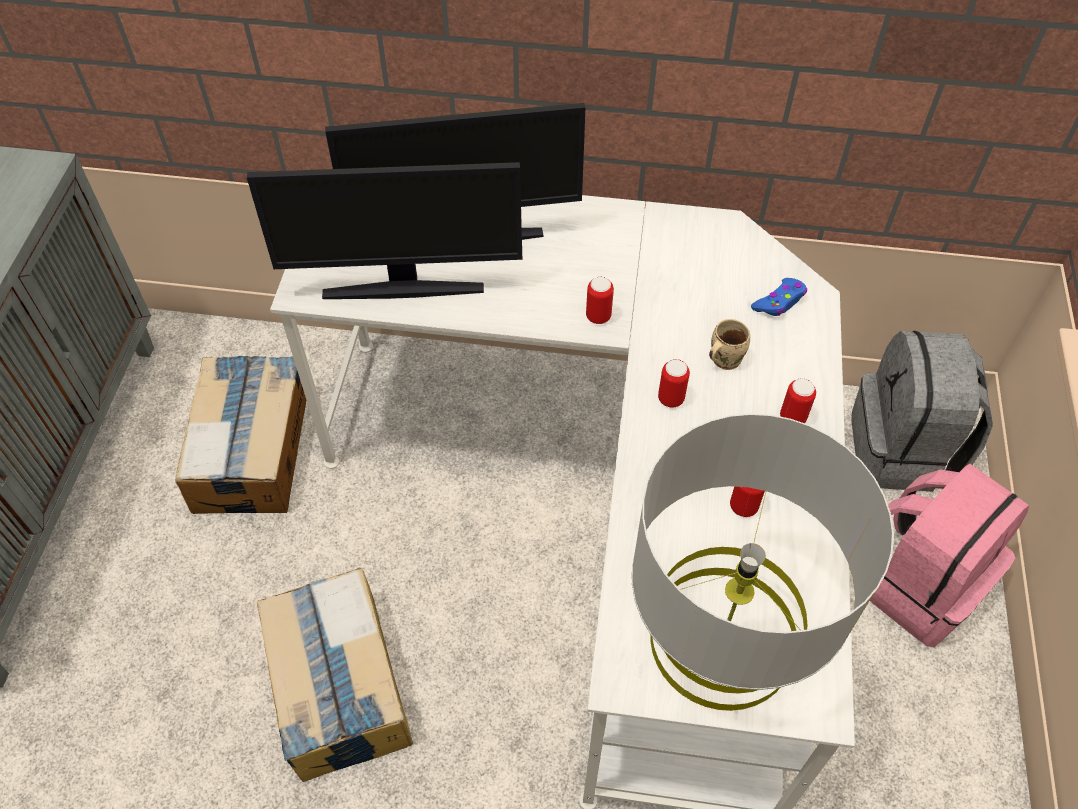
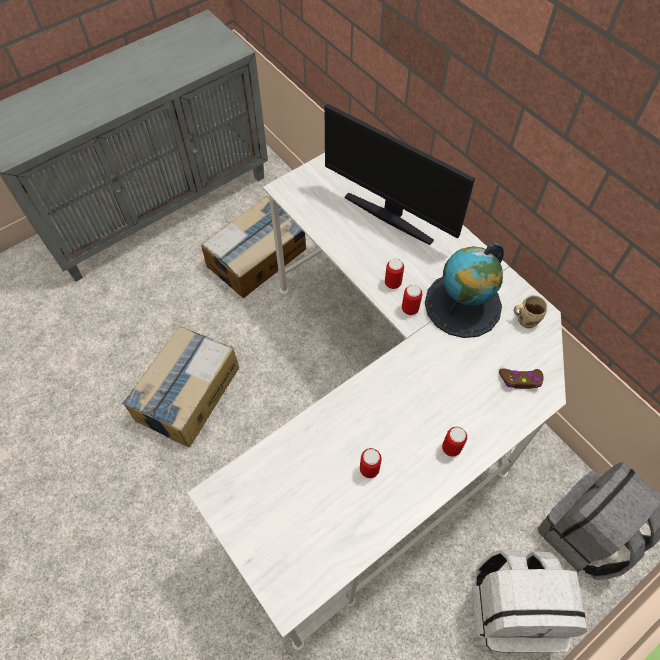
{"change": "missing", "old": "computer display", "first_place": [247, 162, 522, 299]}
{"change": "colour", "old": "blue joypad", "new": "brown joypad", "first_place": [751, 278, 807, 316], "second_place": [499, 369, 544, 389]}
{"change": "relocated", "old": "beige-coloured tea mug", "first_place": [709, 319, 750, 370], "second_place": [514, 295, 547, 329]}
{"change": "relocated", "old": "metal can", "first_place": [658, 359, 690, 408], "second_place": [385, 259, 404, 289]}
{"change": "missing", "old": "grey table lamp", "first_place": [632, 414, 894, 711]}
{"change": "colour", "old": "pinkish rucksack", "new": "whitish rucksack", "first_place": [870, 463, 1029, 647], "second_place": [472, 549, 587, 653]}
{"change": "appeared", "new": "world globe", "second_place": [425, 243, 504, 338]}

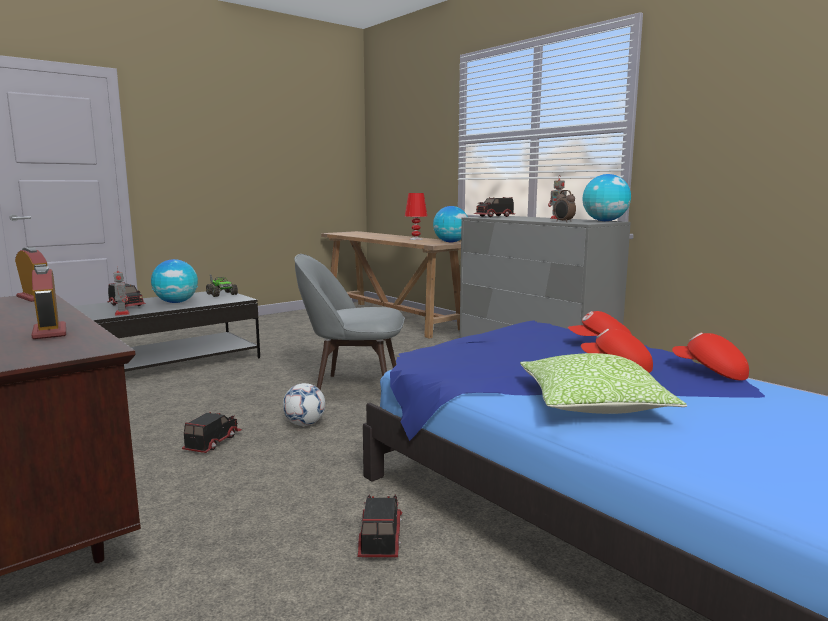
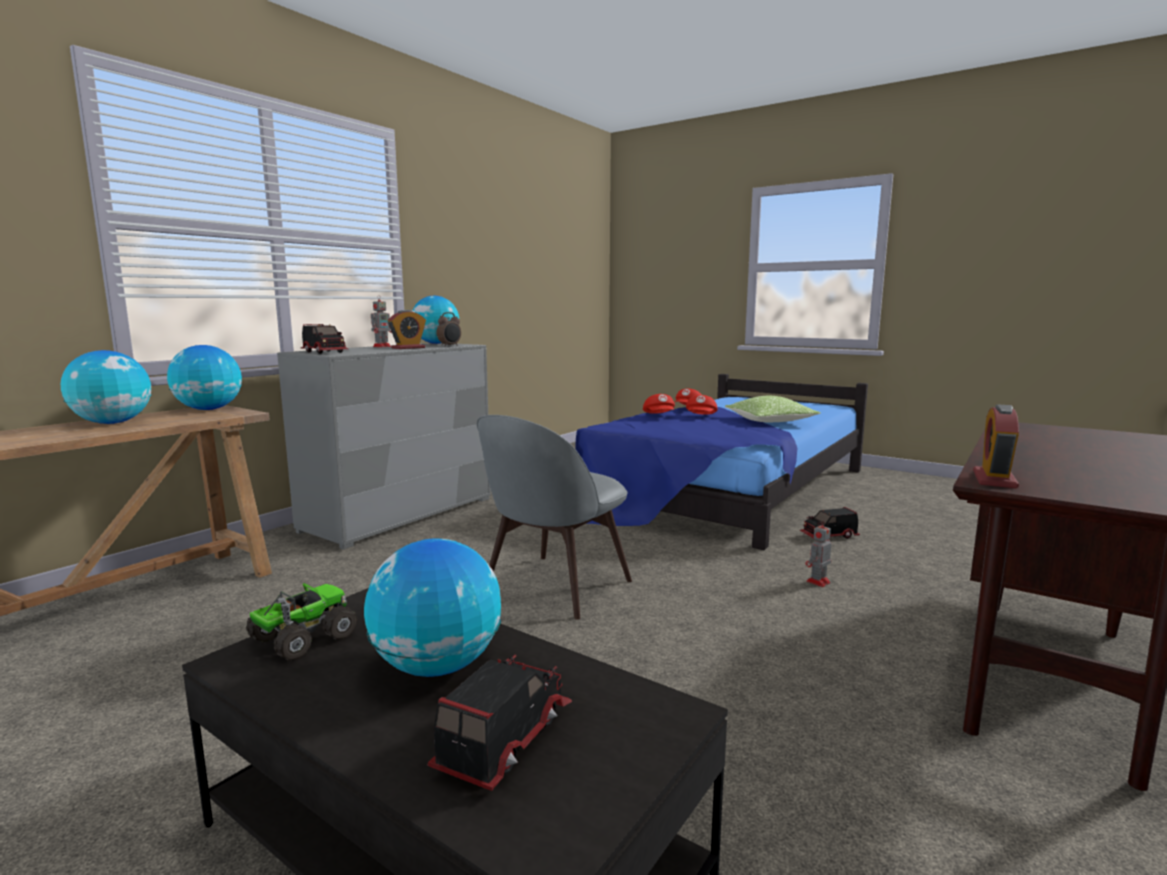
{"change": "exchanged", "old": "reddish table lamp", "new": "world globe", "first_place": [405, 193, 427, 240], "second_place": [61, 350, 151, 424]}
{"change": "spun", "old": "grey chair", "first_place": [294, 254, 405, 390], "second_place": [477, 415, 632, 620], "degrees": 45}
{"change": "relocated", "old": "alarm clock", "first_place": [31, 266, 66, 339], "second_place": [388, 310, 426, 349]}
{"change": "relocated", "old": "model robot", "first_place": [114, 267, 130, 316], "second_place": [806, 520, 831, 587]}
{"change": "missing", "old": "ball for football", "first_place": [283, 383, 325, 426]}
{"change": "missing", "old": "toy lorry", "first_place": [182, 412, 242, 453]}

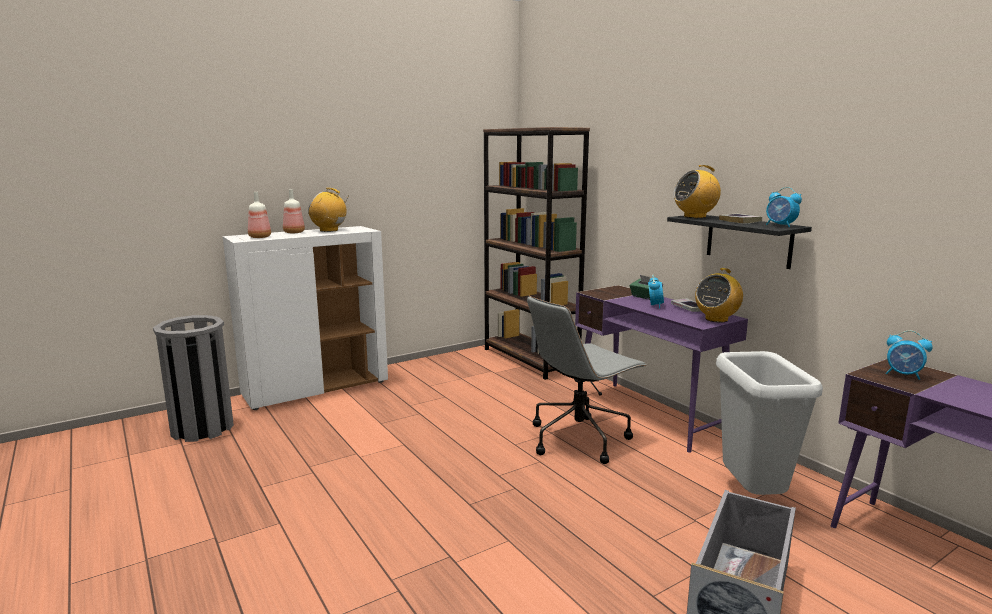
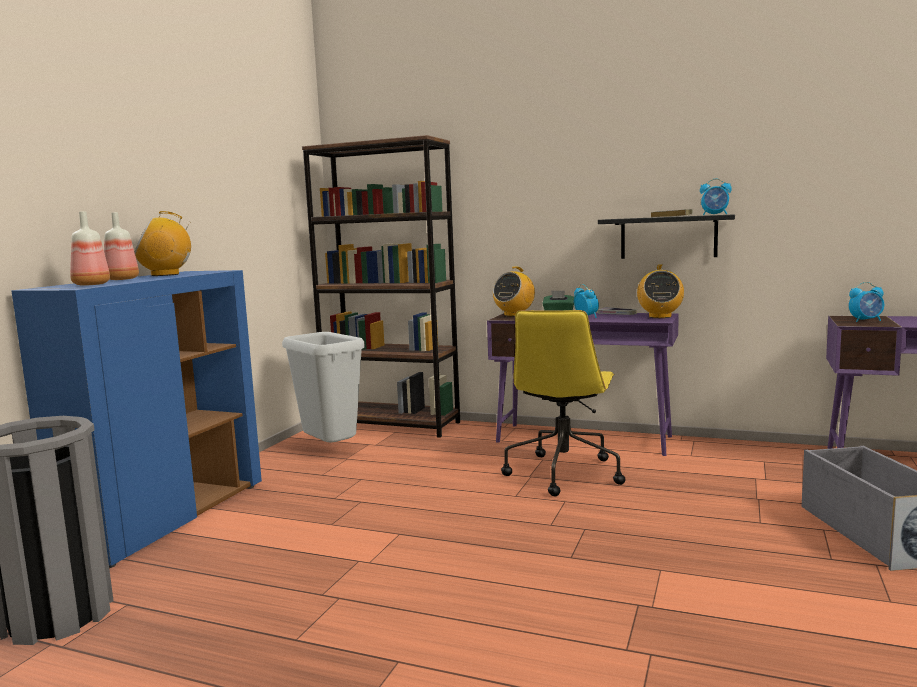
{"change": "relocated", "old": "radio receiver", "first_place": [673, 165, 721, 218], "second_place": [493, 267, 535, 317]}
{"change": "colour", "old": "whitish cabinet", "new": "blue cabinet", "first_place": [223, 226, 388, 410], "second_place": [11, 270, 262, 568]}
{"change": "colour", "old": "grey office chair", "new": "yellowish office chair", "first_place": [527, 296, 646, 464], "second_place": [501, 310, 625, 496]}
{"change": "relocated", "old": "grey trash can", "first_place": [716, 351, 823, 495], "second_place": [282, 332, 365, 442]}

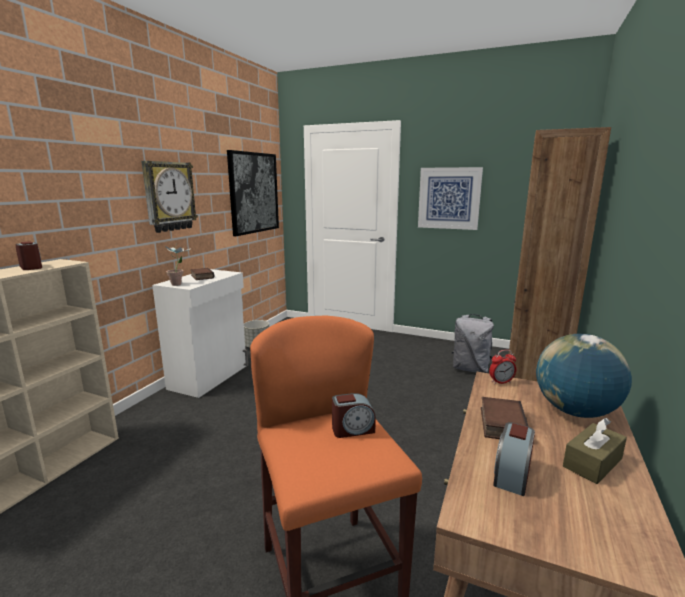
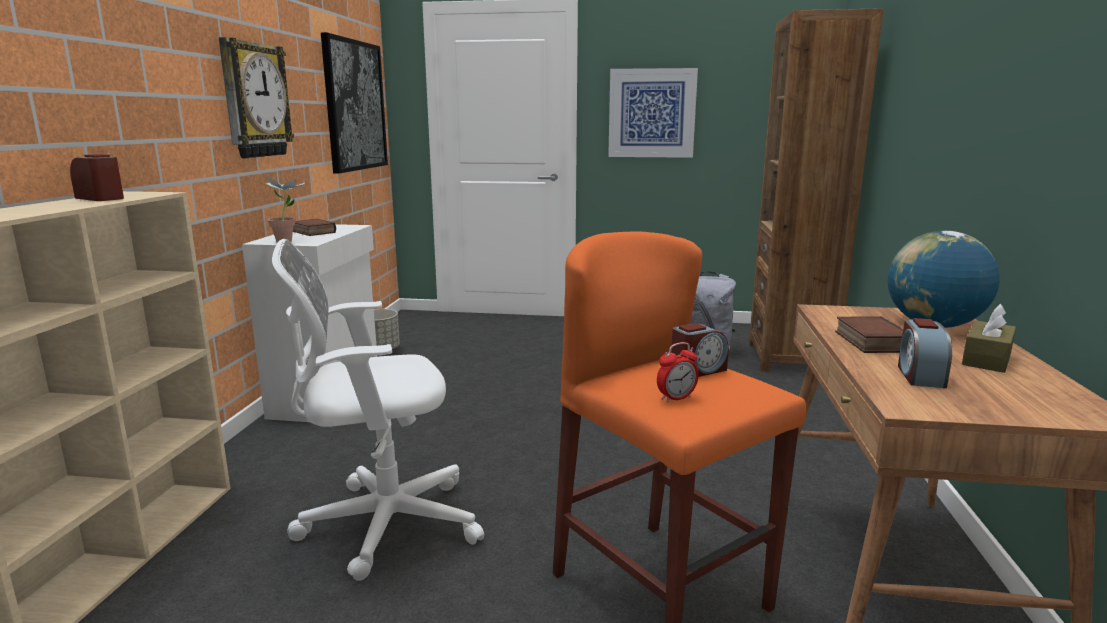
{"change": "relocated", "old": "alarm clock", "first_place": [489, 350, 516, 384], "second_place": [657, 342, 699, 403]}
{"change": "appeared", "new": "whitish office chair", "second_place": [272, 239, 484, 581]}

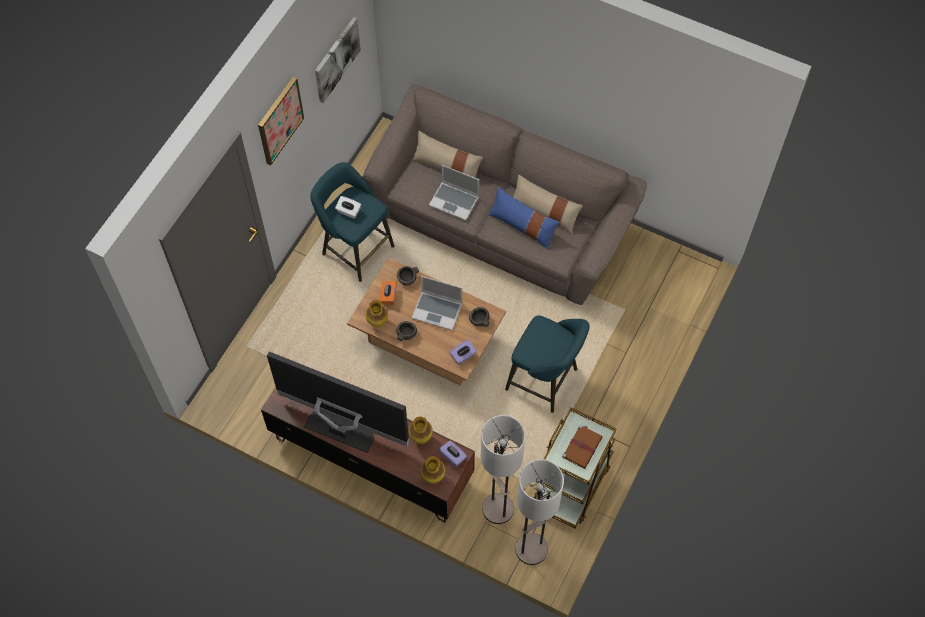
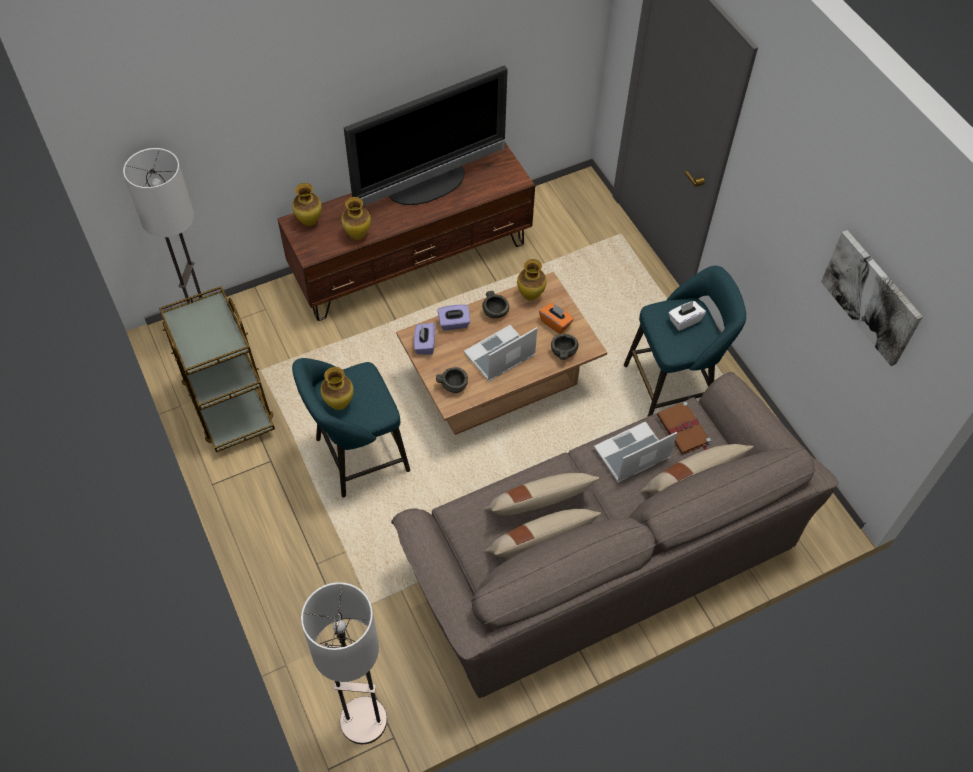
{"change": "missing", "old": "wall picture", "first_place": [258, 77, 304, 165]}
{"change": "colour", "old": "blue throw pillow", "new": "beige-coloured throw pillow", "first_place": [488, 187, 560, 249], "second_place": [484, 473, 599, 516]}
{"change": "relocated", "old": "standard lamp", "first_place": [481, 415, 525, 524], "second_place": [301, 582, 387, 744]}
{"change": "relocated", "old": "brown volume", "first_place": [562, 425, 603, 469], "second_place": [657, 401, 711, 455]}
{"change": "relocated", "old": "purple-coloured tissue holder", "first_place": [439, 441, 467, 467], "second_place": [437, 304, 471, 330]}
{"change": "appeared", "new": "vase", "second_place": [320, 367, 354, 410]}

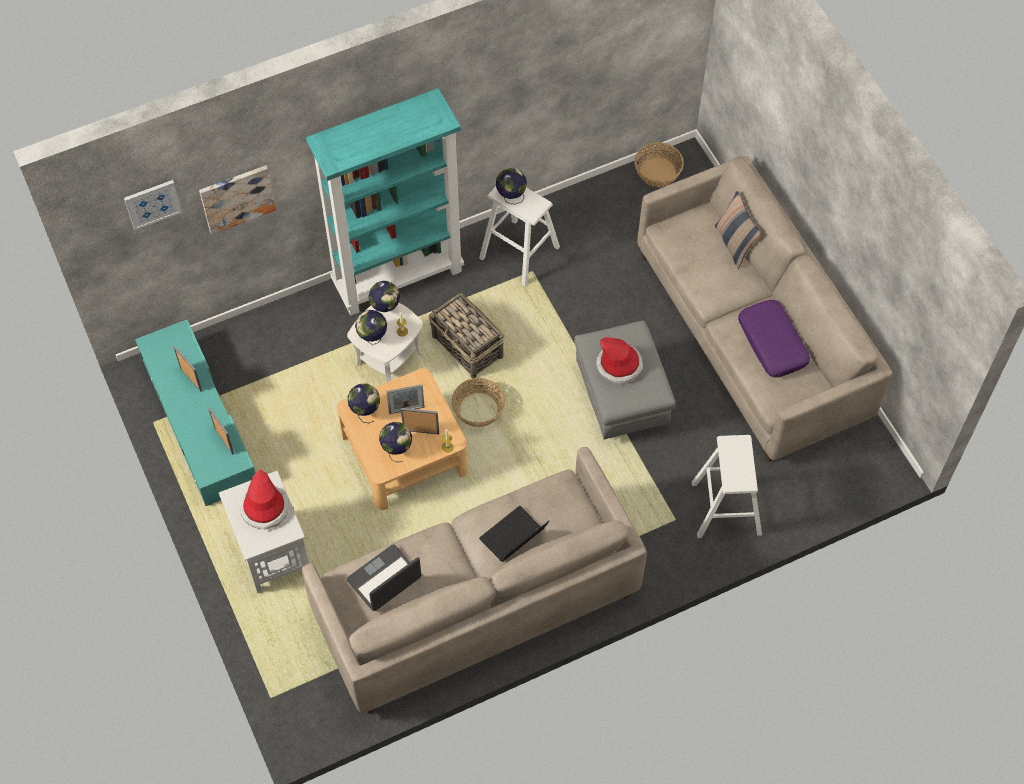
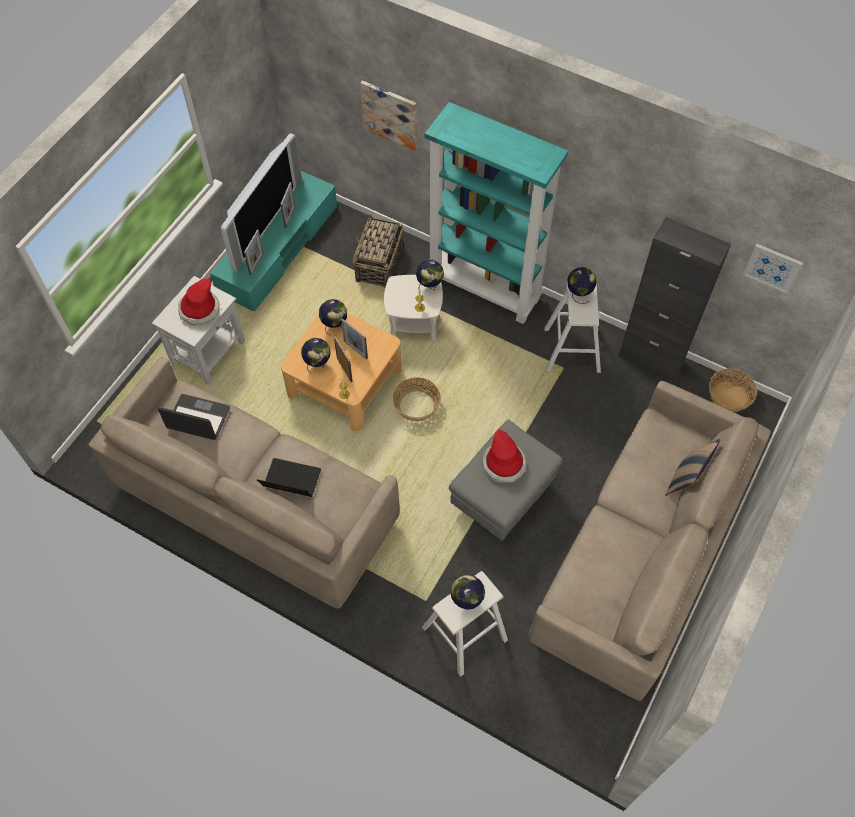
{"change": "relocated", "old": "wall picture", "first_place": [124, 180, 182, 230], "second_place": [743, 244, 803, 294]}
{"change": "relocated", "old": "household basket", "first_place": [428, 293, 504, 378], "second_place": [353, 214, 403, 287]}
{"change": "missing", "old": "purple-coloured throw pillow", "first_place": [738, 300, 810, 378]}
{"change": "relocated", "old": "world globe", "first_place": [355, 310, 387, 345], "second_place": [450, 574, 485, 610]}
{"change": "appeared", "new": "TV set", "second_place": [221, 133, 302, 271]}
{"change": "appeared", "new": "black cabinet", "second_place": [618, 217, 731, 382]}

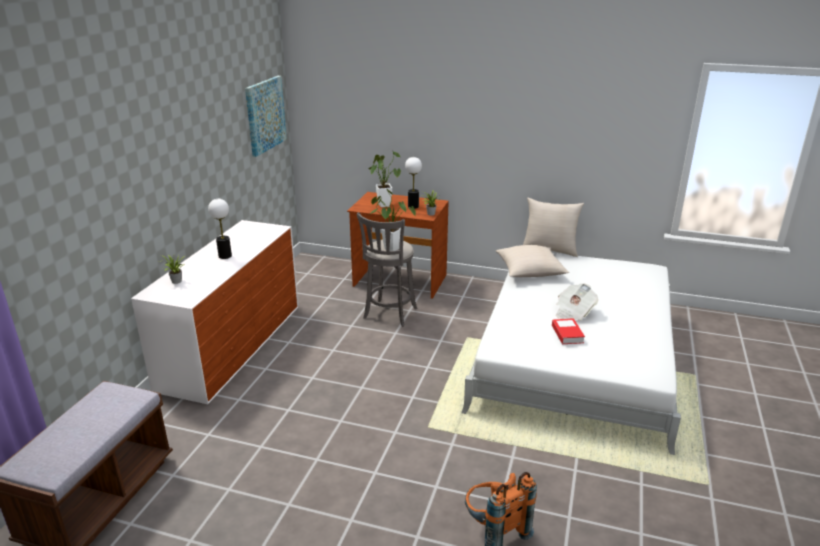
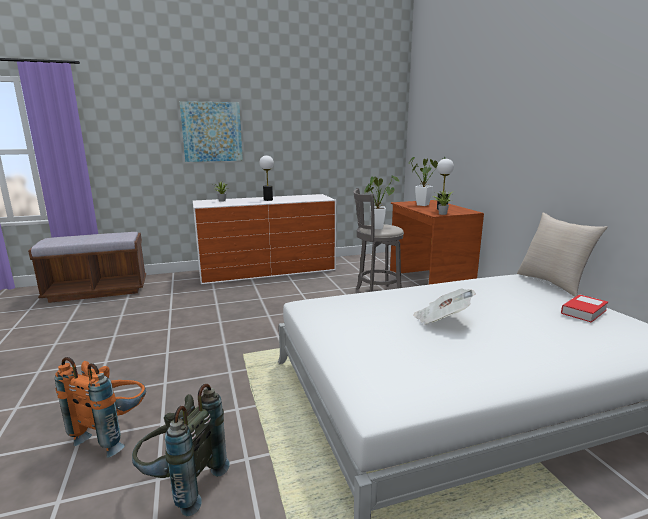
{"change": "relocated", "old": "wall picture", "first_place": [245, 76, 287, 157], "second_place": [179, 101, 243, 162]}
{"change": "missing", "old": "beige-coloured throw pillow", "first_place": [496, 245, 569, 277]}
{"change": "relocated", "old": "volume", "first_place": [552, 318, 585, 344], "second_place": [561, 294, 608, 323]}
{"change": "appeared", "new": "grey rucksack", "second_place": [132, 384, 229, 516]}

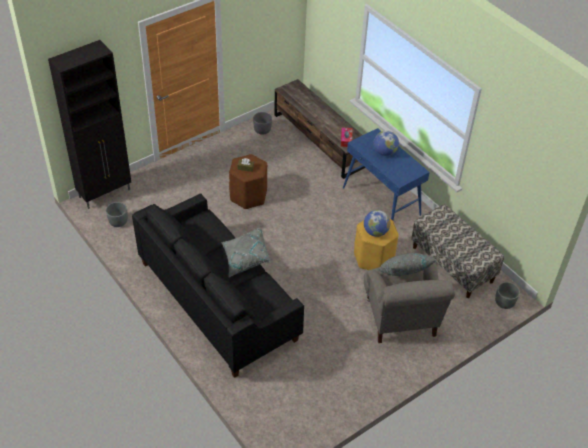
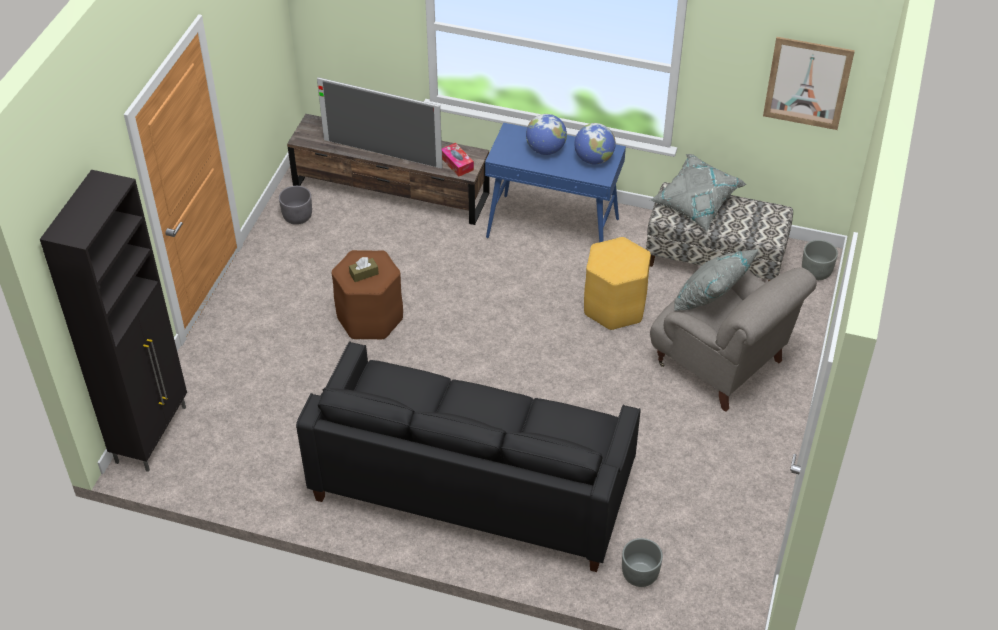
{"change": "relocated", "old": "grey plant pot", "first_place": [106, 202, 128, 227], "second_place": [622, 538, 663, 587]}
{"change": "relocated", "old": "world globe", "first_place": [364, 210, 390, 237], "second_place": [574, 123, 616, 164]}
{"change": "relocated", "old": "grey throw pillow", "first_place": [221, 227, 271, 278], "second_place": [650, 154, 746, 232]}
{"change": "appeared", "new": "wall picture", "second_place": [763, 37, 855, 130]}
{"change": "appeared", "new": "TV set", "second_place": [317, 77, 442, 169]}

